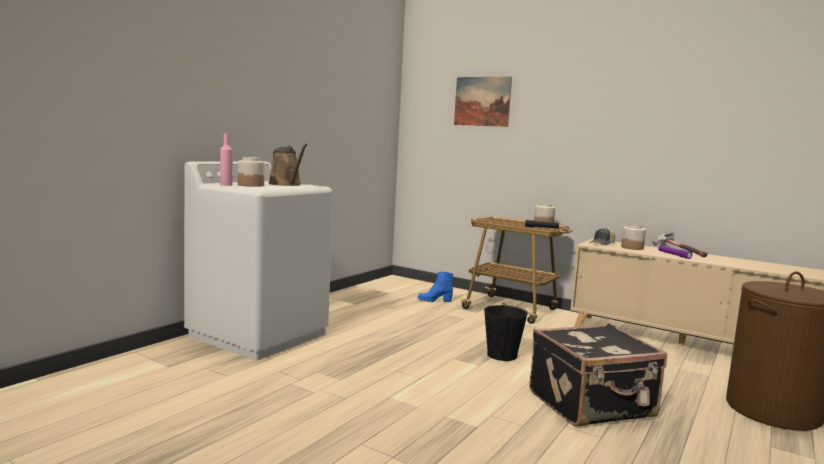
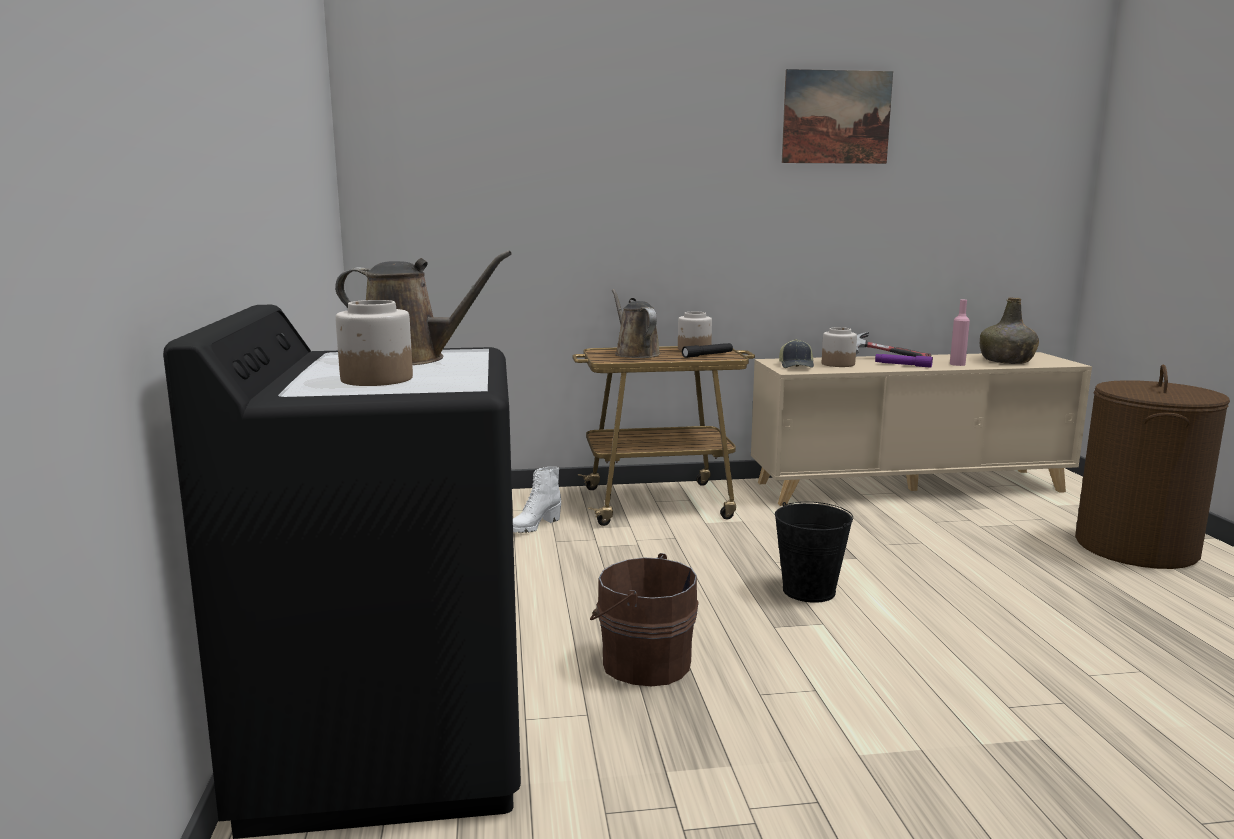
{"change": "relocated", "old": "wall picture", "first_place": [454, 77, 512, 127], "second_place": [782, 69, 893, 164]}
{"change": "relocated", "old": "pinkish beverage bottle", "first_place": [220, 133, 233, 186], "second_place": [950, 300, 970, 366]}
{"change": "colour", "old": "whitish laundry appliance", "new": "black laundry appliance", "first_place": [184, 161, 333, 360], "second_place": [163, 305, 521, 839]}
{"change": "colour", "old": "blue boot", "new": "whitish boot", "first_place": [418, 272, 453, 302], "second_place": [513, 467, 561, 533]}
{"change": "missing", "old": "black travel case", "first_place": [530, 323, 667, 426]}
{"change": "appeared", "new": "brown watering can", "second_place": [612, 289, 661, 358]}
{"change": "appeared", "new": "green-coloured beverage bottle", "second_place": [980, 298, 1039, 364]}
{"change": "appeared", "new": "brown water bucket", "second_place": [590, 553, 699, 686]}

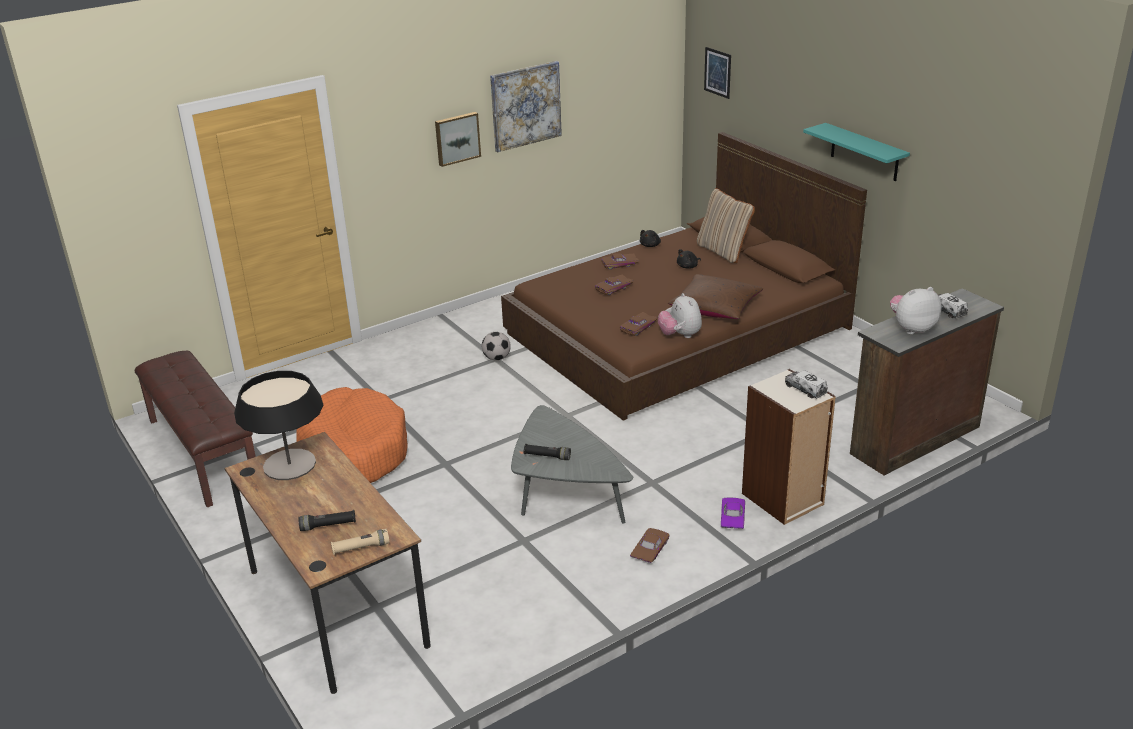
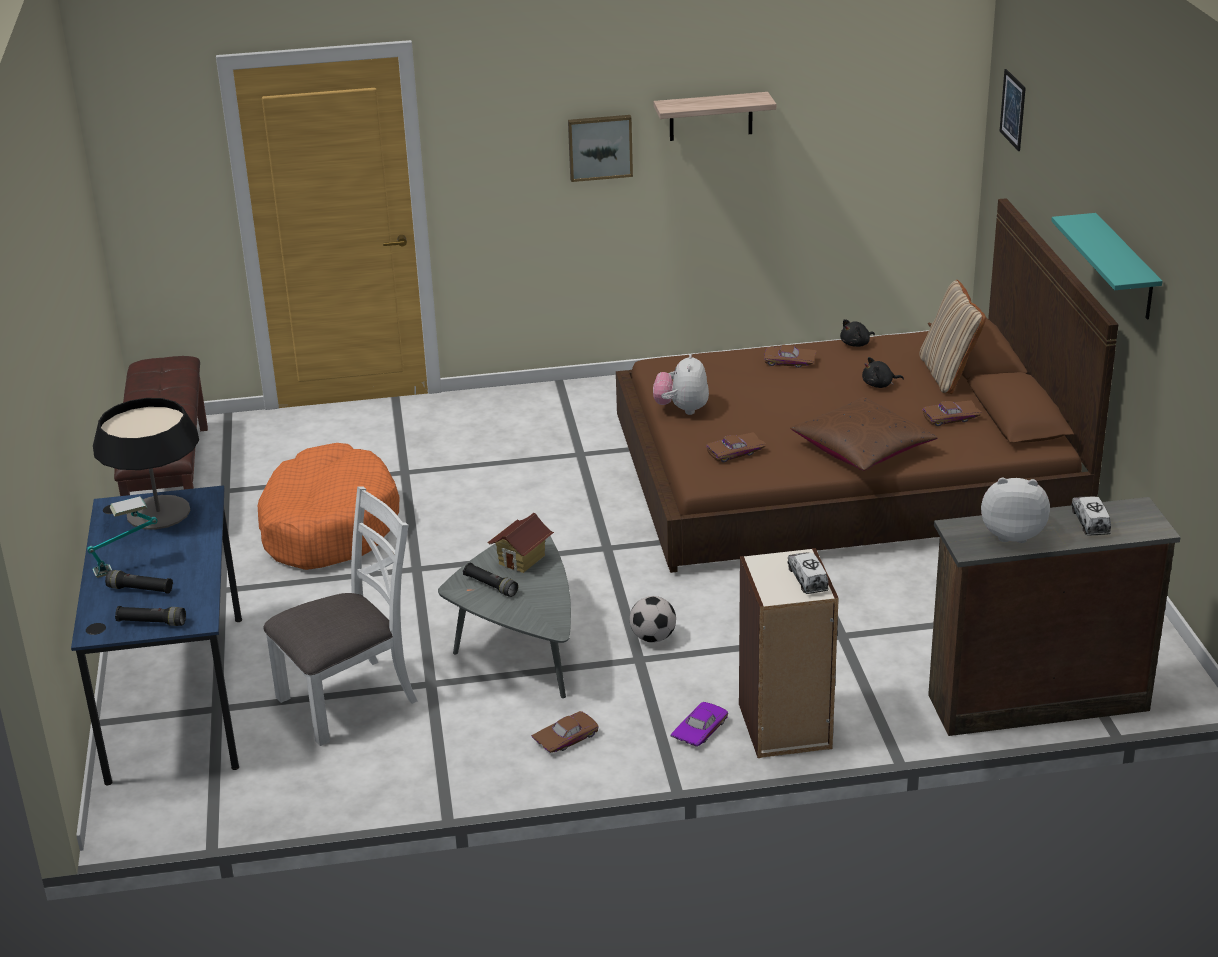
{"change": "exchanged", "old": "wall picture", "new": "wall shelf", "first_place": [490, 61, 562, 152], "second_place": [654, 92, 776, 141]}
{"change": "relocated", "old": "brown miniature car", "first_place": [595, 275, 633, 295], "second_place": [923, 400, 981, 426]}
{"change": "relocated", "old": "soft toy", "first_place": [658, 293, 702, 338], "second_place": [653, 354, 709, 415]}
{"change": "relocated", "old": "ball for football", "first_place": [482, 332, 511, 361], "second_place": [630, 596, 676, 643]}
{"change": "colour", "old": "brown desk", "new": "blue desk", "first_place": [225, 432, 431, 694], "second_place": [71, 485, 242, 785]}
{"change": "colour", "old": "beige-coloured flashlight", "new": "black flashlight", "first_place": [331, 529, 390, 555], "second_place": [115, 606, 186, 626]}
{"change": "appeared", "new": "whitish chair", "second_place": [263, 486, 418, 746]}
{"change": "appeared", "new": "table lamp", "second_place": [87, 496, 158, 578]}
{"change": "appeared", "new": "model house", "second_place": [487, 513, 554, 573]}

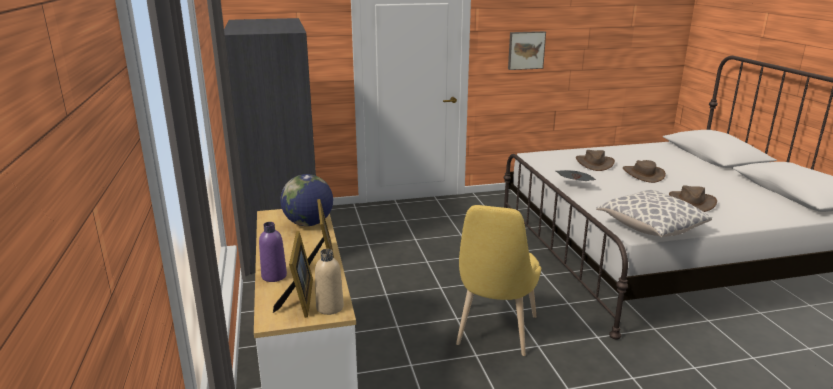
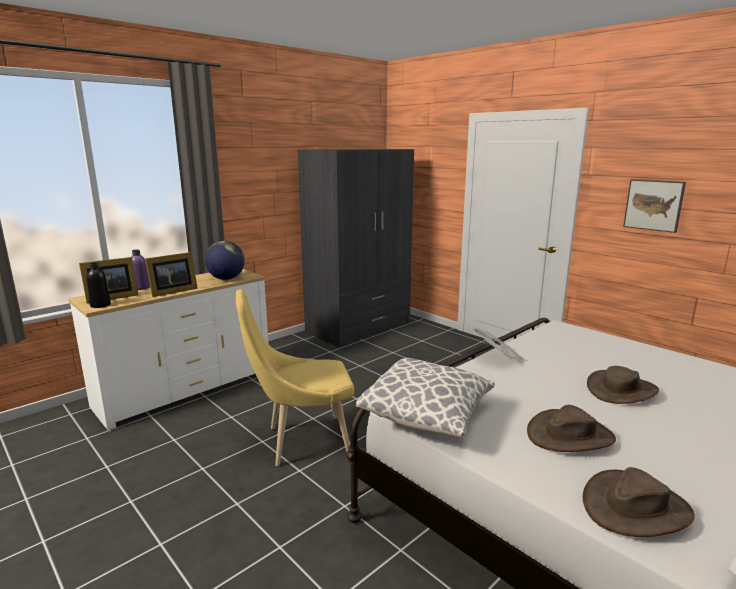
{"change": "relocated", "old": "brown clothing hat", "first_place": [576, 150, 615, 171], "second_place": [583, 467, 695, 537]}
{"change": "colour", "old": "beige-coloured beverage bottle", "new": "black beverage bottle", "first_place": [315, 249, 344, 315], "second_place": [86, 263, 111, 308]}

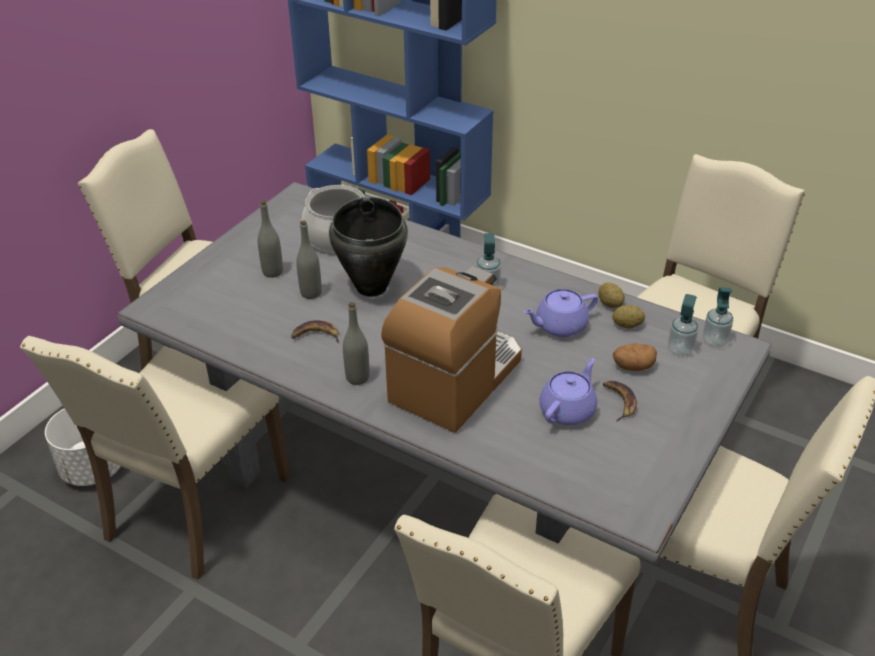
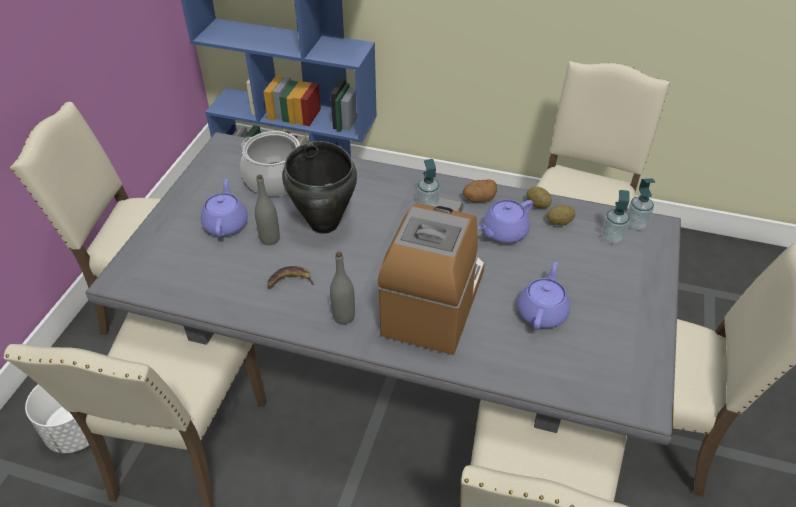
{"change": "exchanged", "old": "grey beverage bottle", "new": "purple-coloured tea pot", "first_place": [258, 200, 283, 278], "second_place": [201, 179, 248, 237]}
{"change": "relocated", "old": "spud", "first_place": [613, 343, 657, 371], "second_place": [463, 180, 497, 203]}
{"change": "missing", "old": "banana fruit", "first_place": [603, 381, 637, 422]}

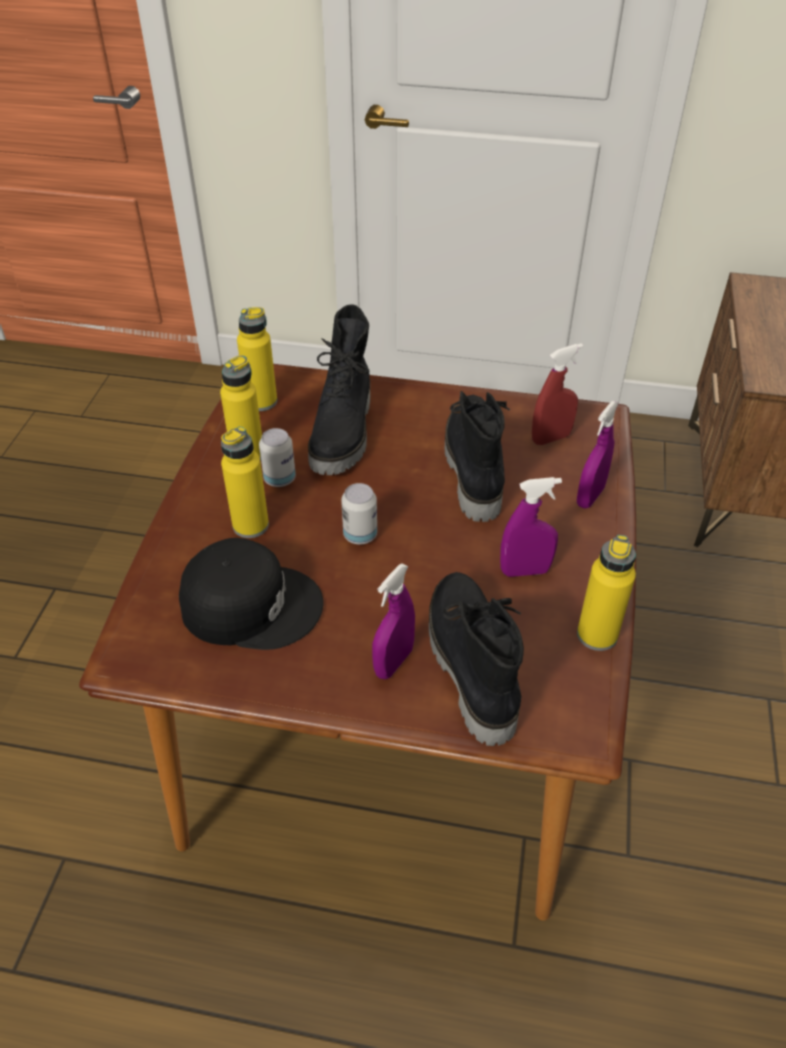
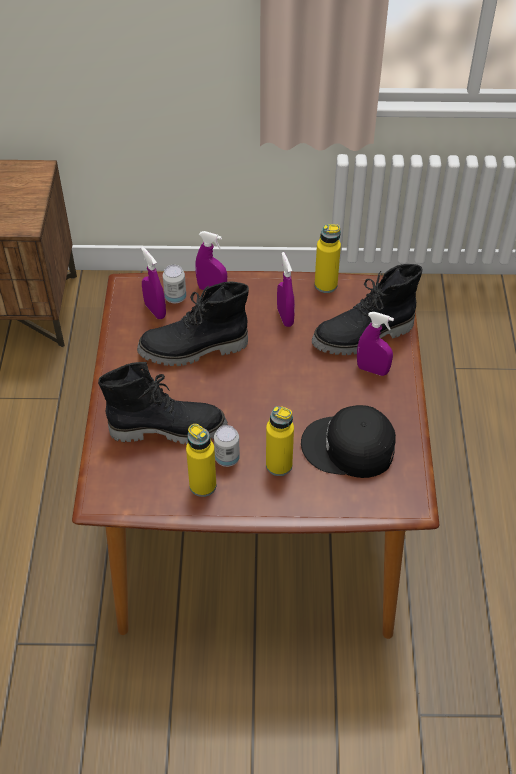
{"change": "missing", "old": "yellowish beverage bottle", "first_place": [237, 307, 277, 411]}
{"change": "colour", "old": "reddish hand sprayer", "new": "purple-coloured hand sprayer", "first_place": [532, 343, 583, 445], "second_place": [141, 247, 166, 319]}
{"change": "relocated", "old": "metal can", "first_place": [341, 483, 377, 545], "second_place": [163, 265, 186, 303]}
{"change": "spun", "old": "black baseball cap", "first_place": [179, 538, 323, 650], "second_place": [301, 405, 396, 478], "degrees": -75}

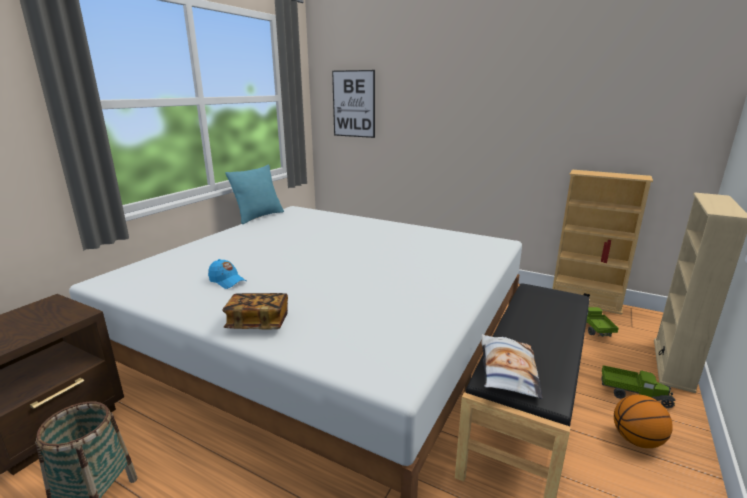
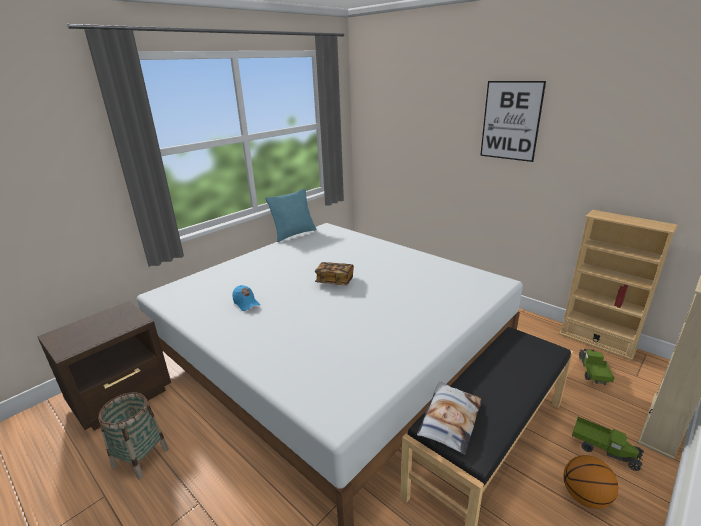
{"change": "relocated", "old": "wall picture", "first_place": [332, 70, 375, 138], "second_place": [480, 81, 546, 162]}
{"change": "relocated", "old": "volume", "first_place": [222, 293, 288, 330], "second_place": [315, 262, 354, 286]}

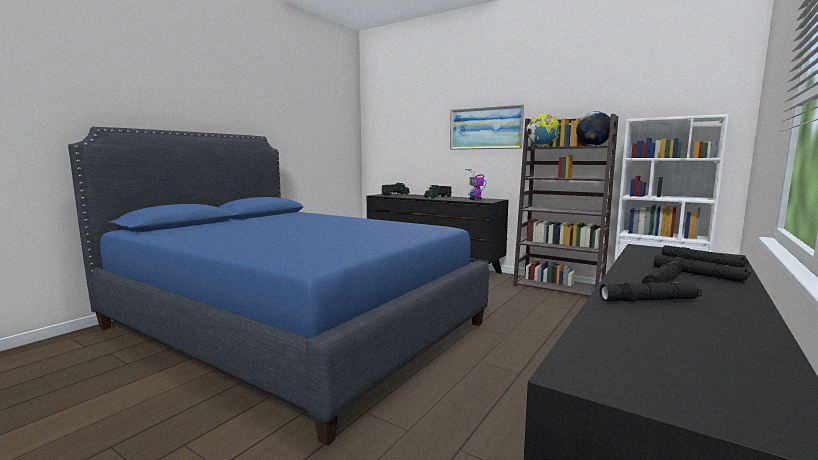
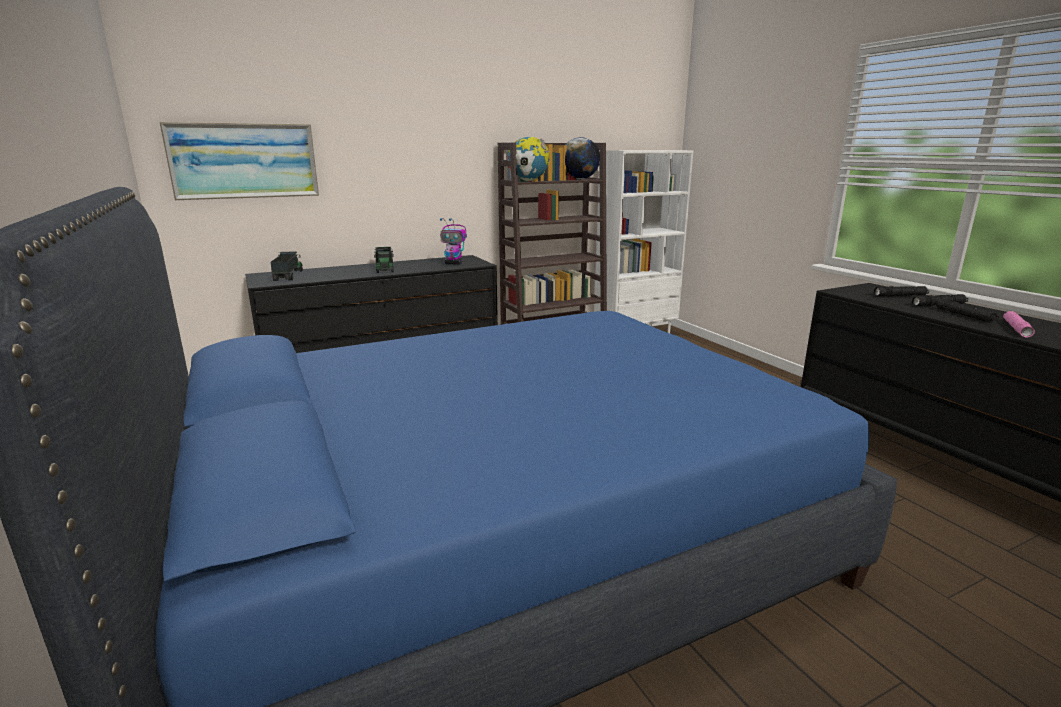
{"change": "relocated", "old": "wall picture", "first_place": [450, 105, 524, 150], "second_place": [160, 122, 319, 200]}
{"change": "colour", "old": "black flashlight", "new": "pinkish flashlight", "first_place": [599, 282, 702, 302], "second_place": [1003, 311, 1035, 337]}

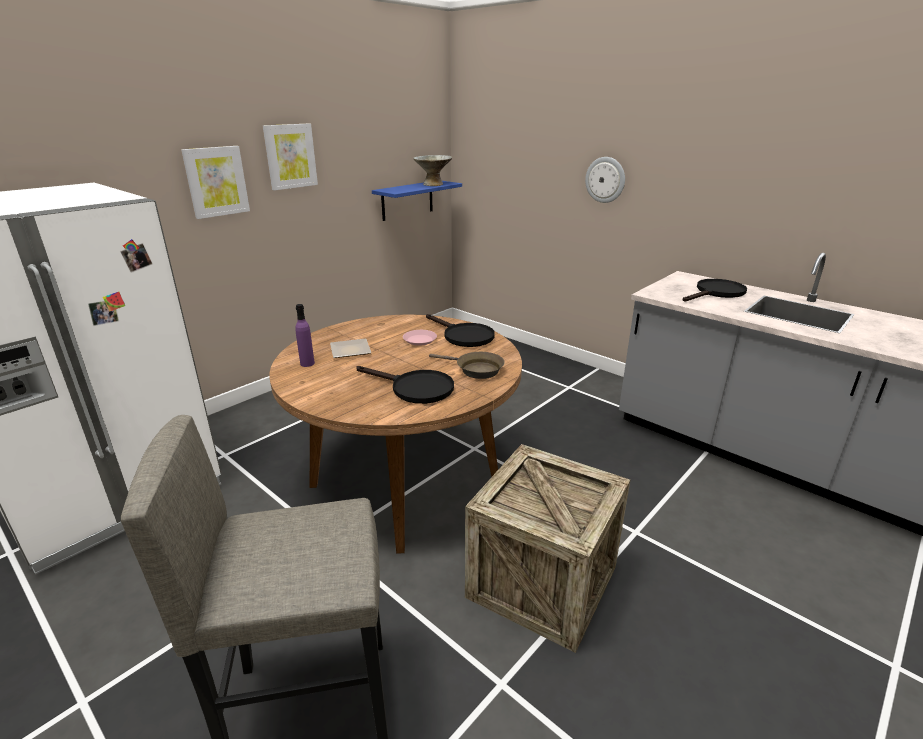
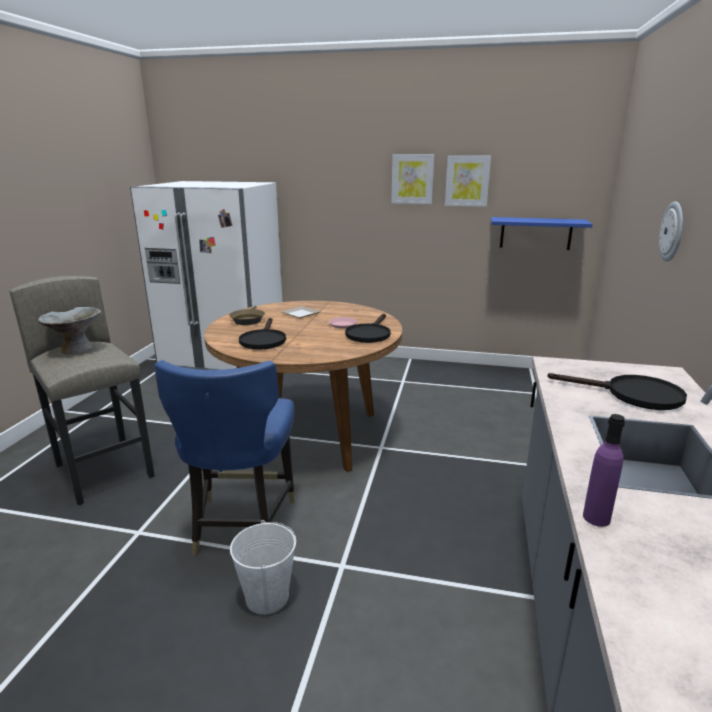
{"change": "relocated", "old": "wall picture", "first_place": [181, 146, 250, 219], "second_place": [445, 155, 491, 207]}
{"change": "relocated", "old": "grey deep dish", "first_place": [413, 155, 452, 186], "second_place": [38, 307, 101, 355]}
{"change": "relocated", "old": "purple-coloured beverage bottle", "first_place": [295, 304, 315, 367], "second_place": [583, 414, 625, 527]}
{"change": "relocated", "old": "brown skillet", "first_place": [429, 352, 505, 379], "second_place": [229, 306, 265, 325]}
{"change": "exchanged", "old": "packing crate", "new": "blue chair", "first_place": [465, 444, 630, 653], "second_place": [154, 360, 295, 556]}
{"change": "appeared", "new": "whitish water bucket", "second_place": [230, 520, 296, 615]}

